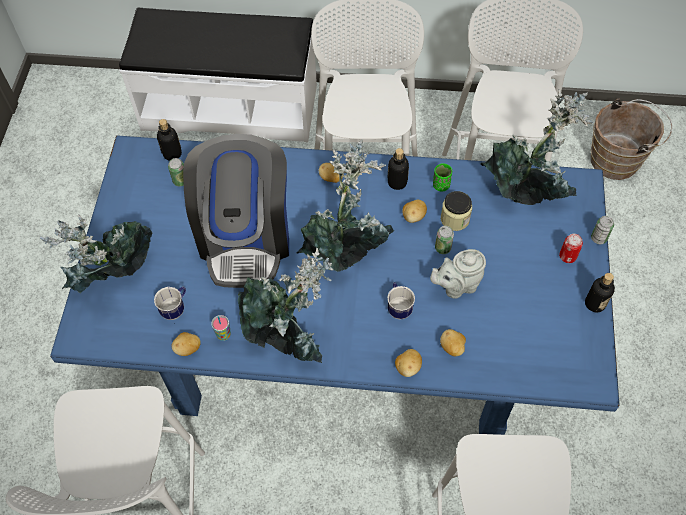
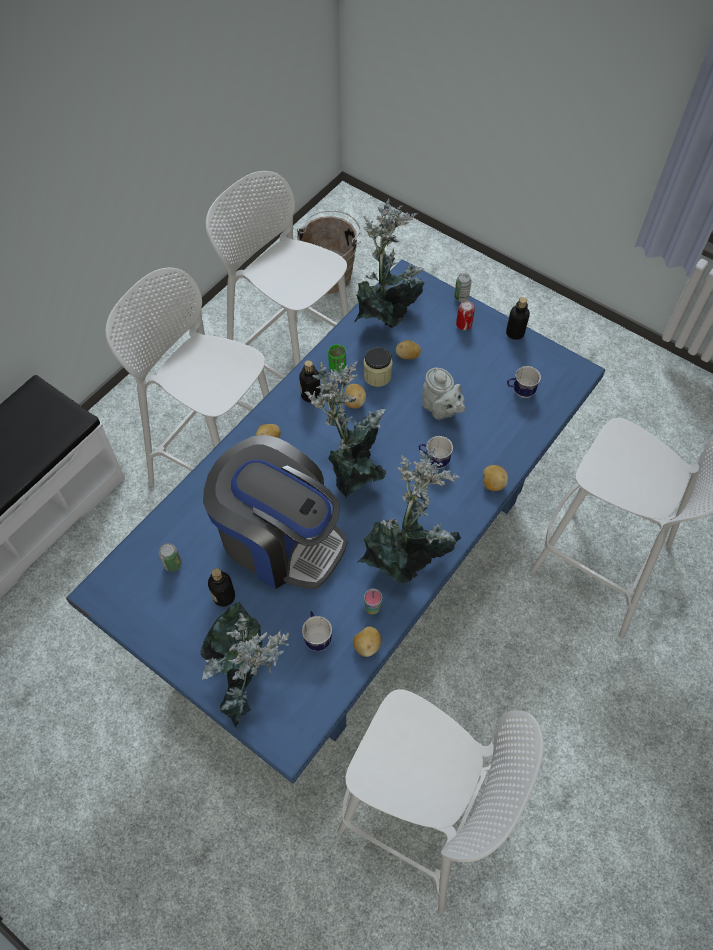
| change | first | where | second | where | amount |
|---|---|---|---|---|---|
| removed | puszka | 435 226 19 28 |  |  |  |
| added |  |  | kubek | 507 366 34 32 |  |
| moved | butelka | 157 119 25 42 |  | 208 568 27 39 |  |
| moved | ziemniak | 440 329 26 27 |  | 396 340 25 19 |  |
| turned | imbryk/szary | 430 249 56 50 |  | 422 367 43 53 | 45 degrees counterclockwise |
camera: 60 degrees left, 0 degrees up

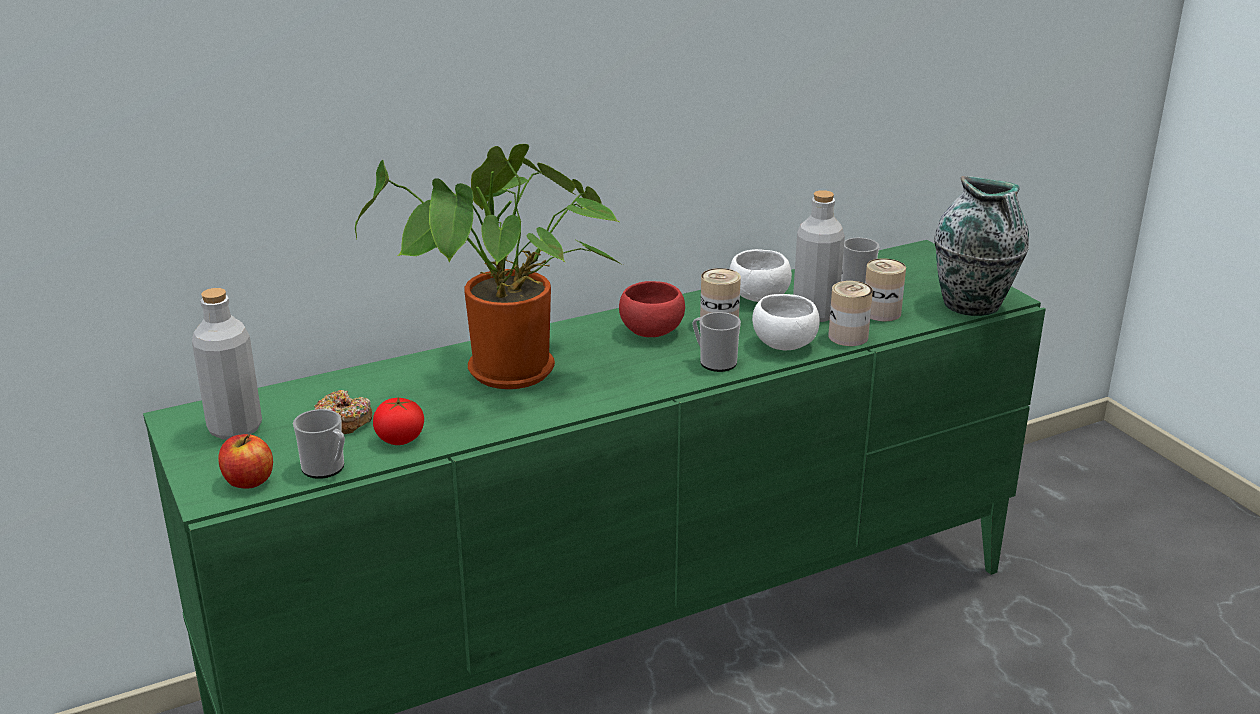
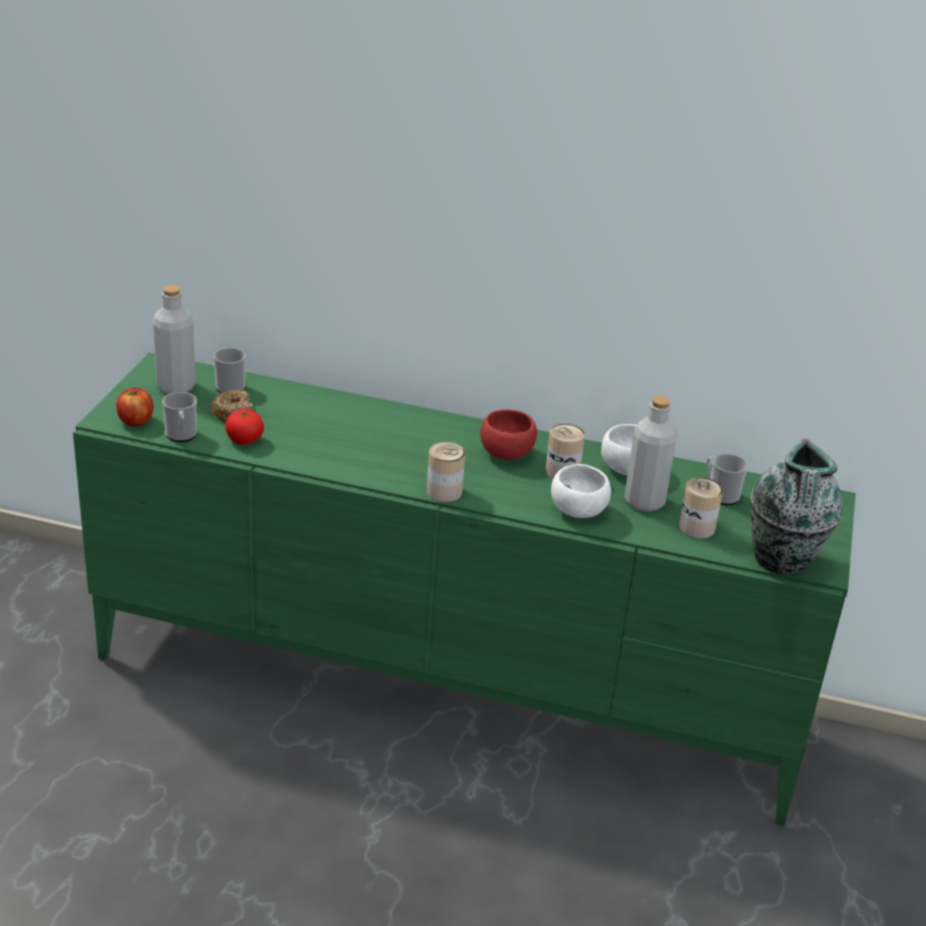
| change | first | where | second | where | amount |
|---|---|---|---|---|---|
| removed | roślina doniczkowa | 355 144 270 245 |  |  |  |
| moved | kubek | 692 312 49 60 |  | 213 348 33 45 |  |
| moved | puszka | 828 281 45 65 |  | 427 442 38 60 |  |
camera: 40 degrees right, 5 degrees up

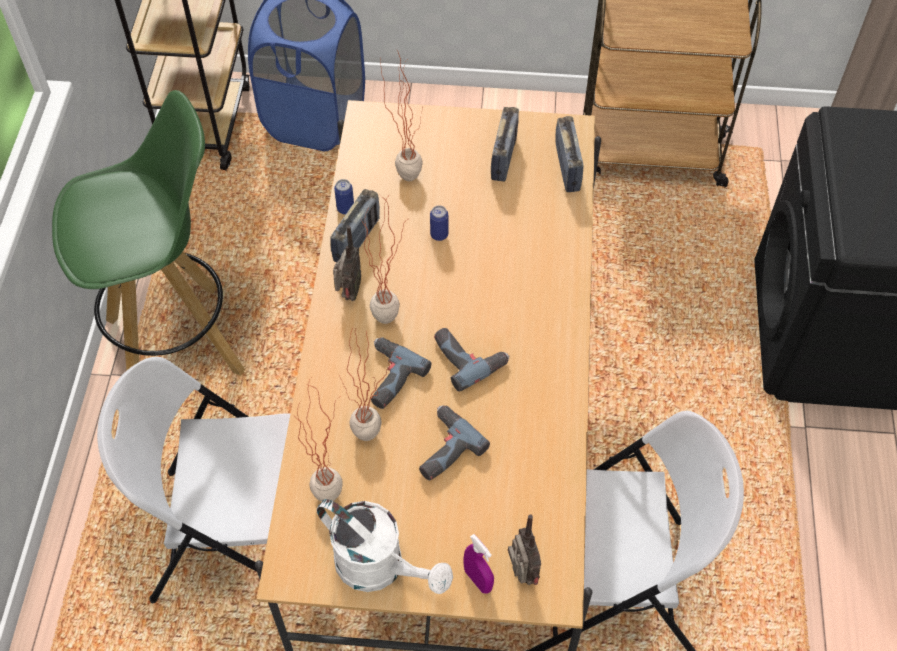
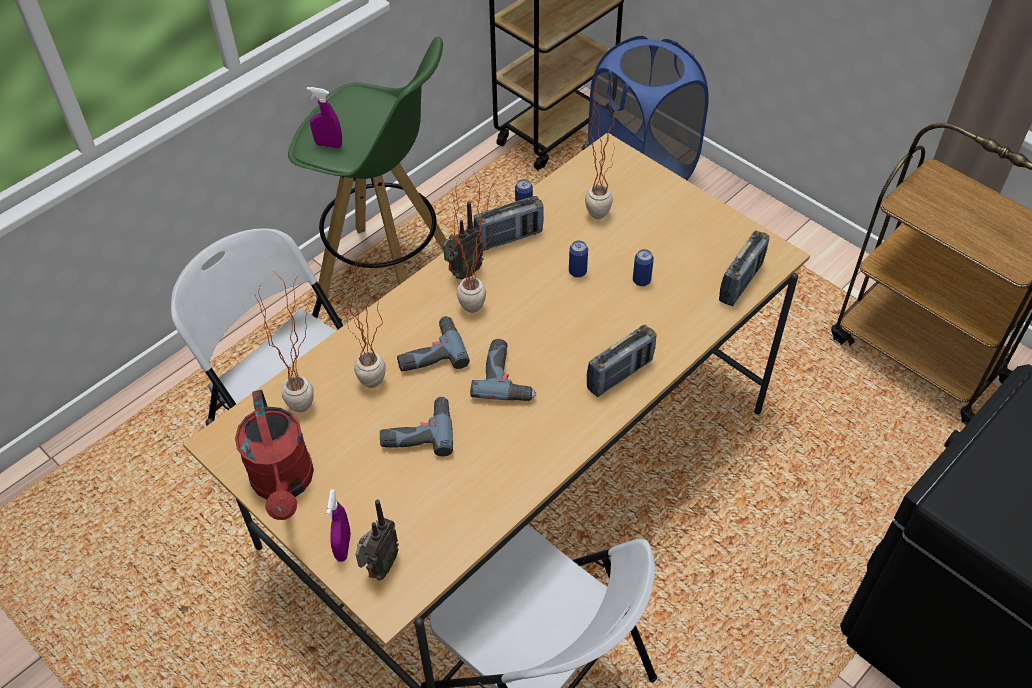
| change | first | where | second | where | amount |
|---|---|---|---|---|---|
| added |  |  | spryskiwacz/fioletowy | 307 87 35 61 |  |
| added |  |  | puszka | 633 249 21 37 |  |
| moved | radio | 491 107 28 74 |  | 586 325 70 72 |  |
| recoloured | konewka/biały | 317 499 136 95 | konewka/czerwony | 235 390 79 130 |  |
camera: 40 degrees right, 5 degrees down

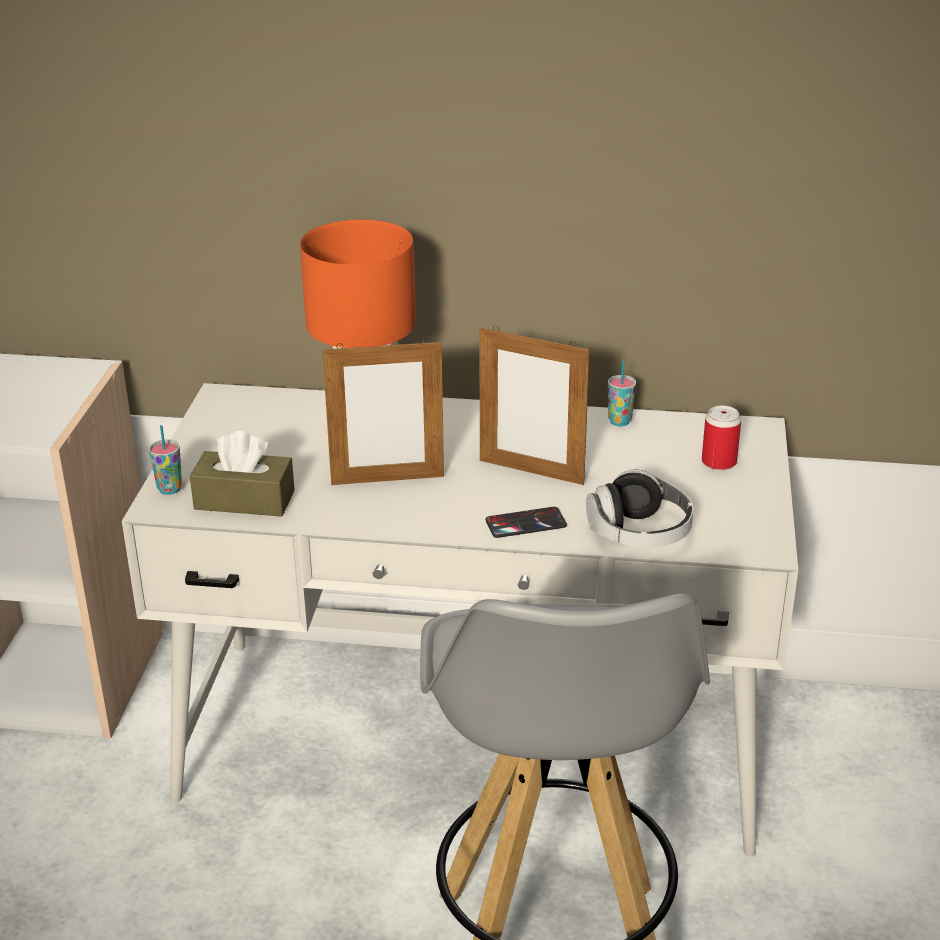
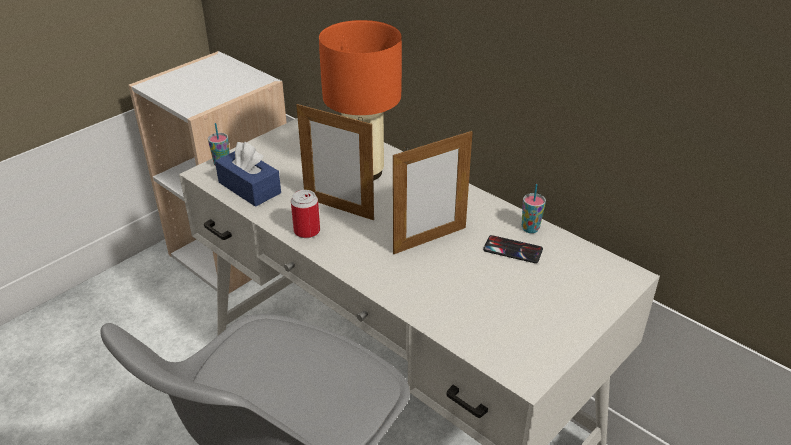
| change | first | where | second | where | amount |
|---|---|---|---|---|---|
| removed | słuchawki | 586 469 107 79 |  |  |  |
| moved | telefon | 485 507 82 31 |  | 483 235 60 28 |  |
| moved | puszka | 702 406 39 64 |  | 291 190 29 48 |  |
| recoloured | pudełko chusteczek/brązowy | 190 431 105 86 | pudełko chusteczek/niebieski | 215 141 66 66 |  |
| turned | ramka na zdjęcie | 479 325 111 160 |  | 393 130 80 124 | 90 degrees counterclockwise |
camera: 35 degrees right, 5 degrees up

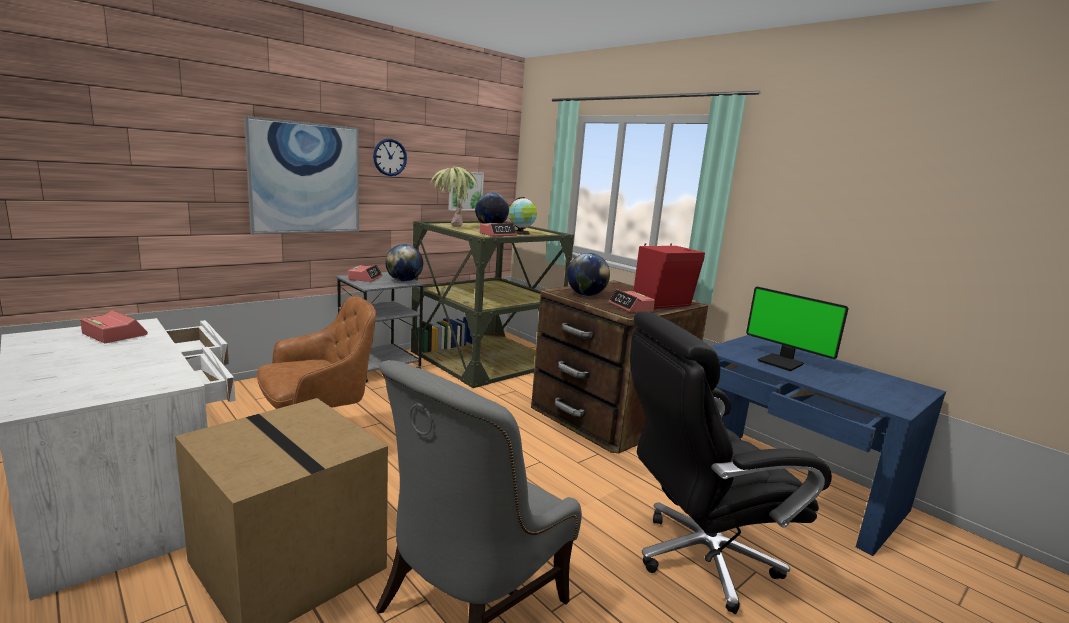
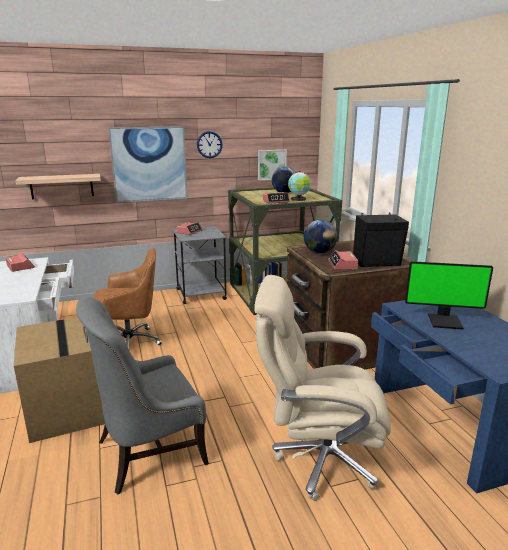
| change | first | where | second | where | amount |
|---|---|---|---|---|---|
| removed | globus | 385 244 38 38 |  |  |  |
| removed | roślina doniczkowa | 430 167 47 60 |  |  |  |
| added |  |  | półka | 16 174 85 25 |  |
| recoloured | krzesło biurowe/czarny | 630 311 202 303 | krzesło biurowe/beżowy | 254 275 137 226 |  |
| recoloured | głośnik/czerwony | 634 243 71 66 | głośnik/czarny | 353 213 56 54 |  |
| turned | monitor | 746 287 103 84 |  | 405 261 88 69 | 60 degrees counterclockwise |
camera: 25 degrees right, 5 degrees up

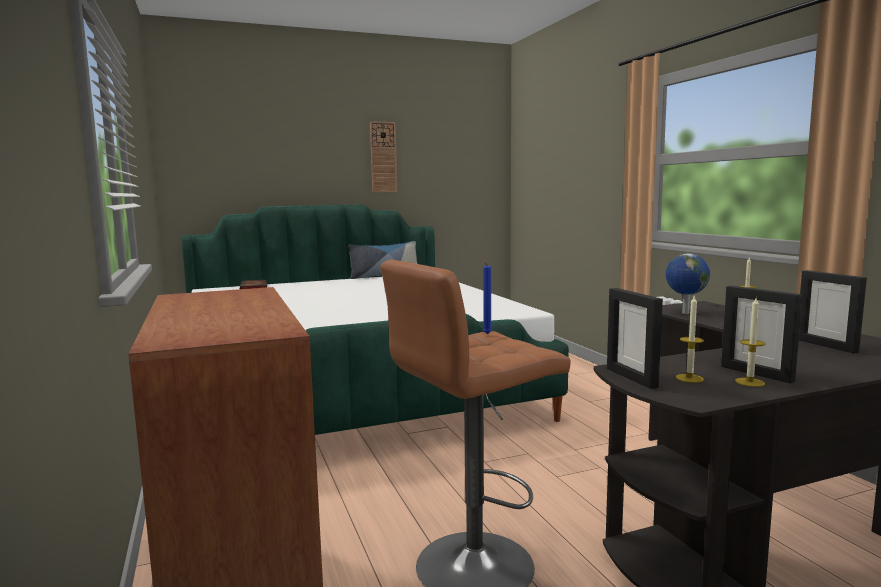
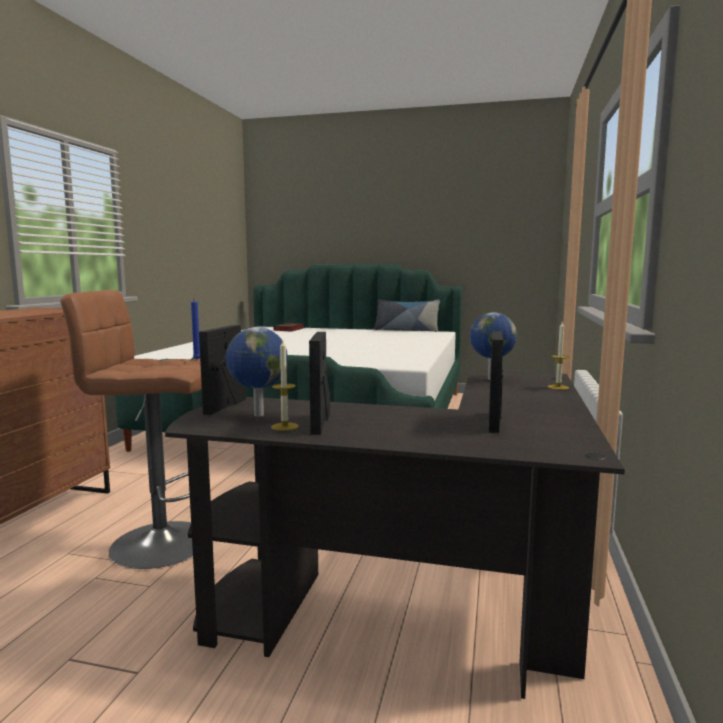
| change | first | where | second | where | amount |
|---|---|---|---|---|---|
| removed | zegar ścienny | 370 121 27 71 |  |  |  |
| replaced | świeca | 676 296 28 87 | globus | 226 327 62 89 |  |
camera: 35 degrees right, 0 degrees up

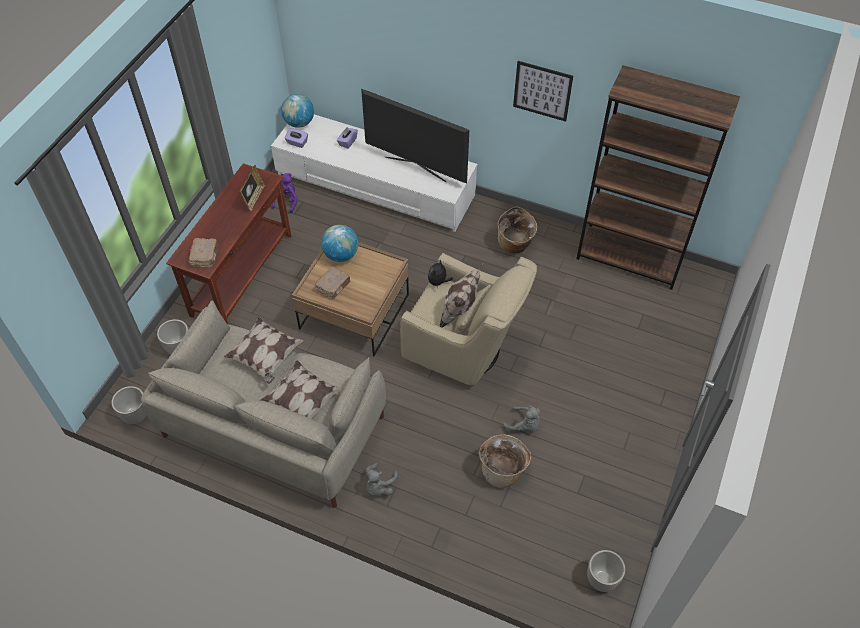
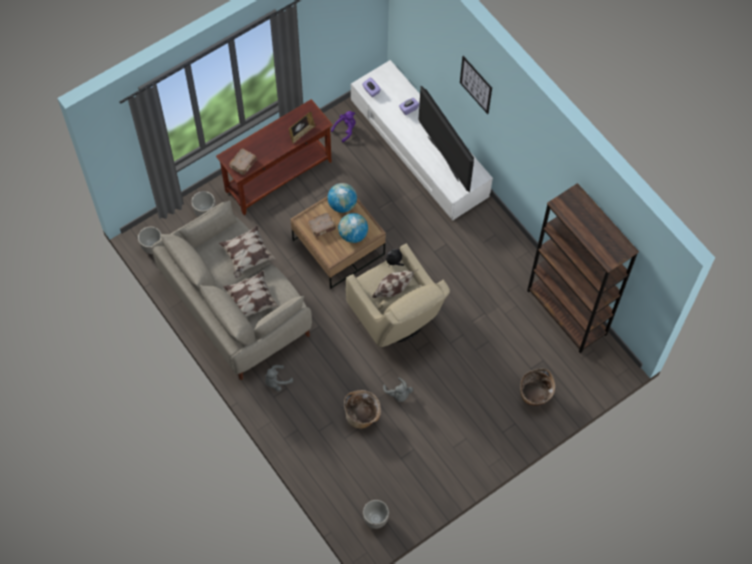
| change | first | where | second | where | amount |
|---|---|---|---|---|---|
| moved | globus | 281 94 33 34 |  | 338 213 30 30 |  |
| moved | koszyk | 498 206 39 47 |  | 520 369 35 37 |  |
| moved | obraz | 513 61 60 61 |  | 460 56 32 58 |  |
camera: 30 degrees right, 10 degrees up

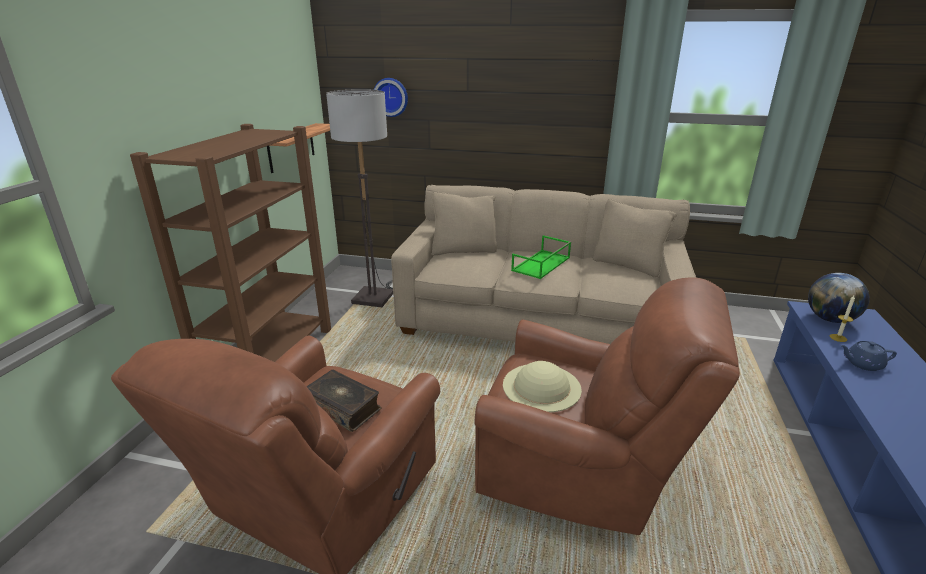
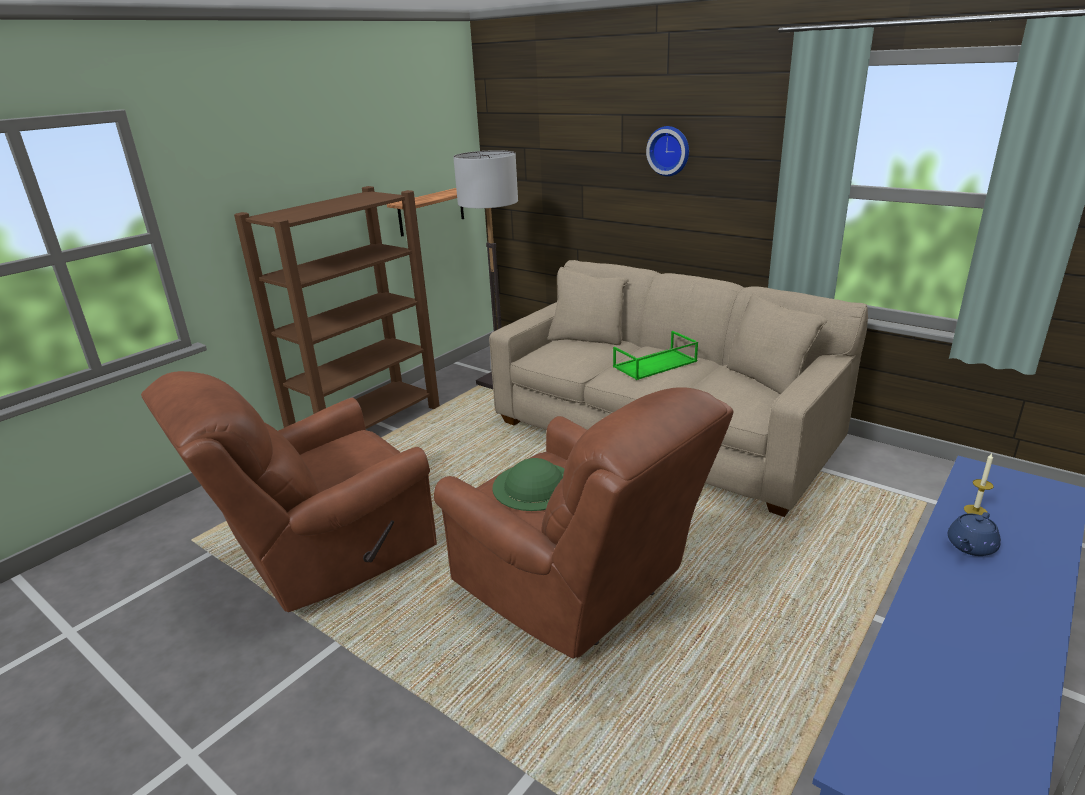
| change | first | where | second | where | amount |
|---|---|---|---|---|---|
| removed | książka | 306 370 75 62 |  |  |  |
| removed | globus | 808 273 62 50 |  |  |  |
| moved | zegar ścienny | 374 78 34 39 |  | 646 126 43 50 |  |
| recoloured | kapelusz/beżowy | 503 361 79 51 | kapelusz/zielony | 492 458 73 53 |  |
| turned | imbryk/niebieski | 840 341 57 30 |  | 948 512 53 44 | 75 degrees counterclockwise |
camera: 25 degrees right, 0 degrees up

